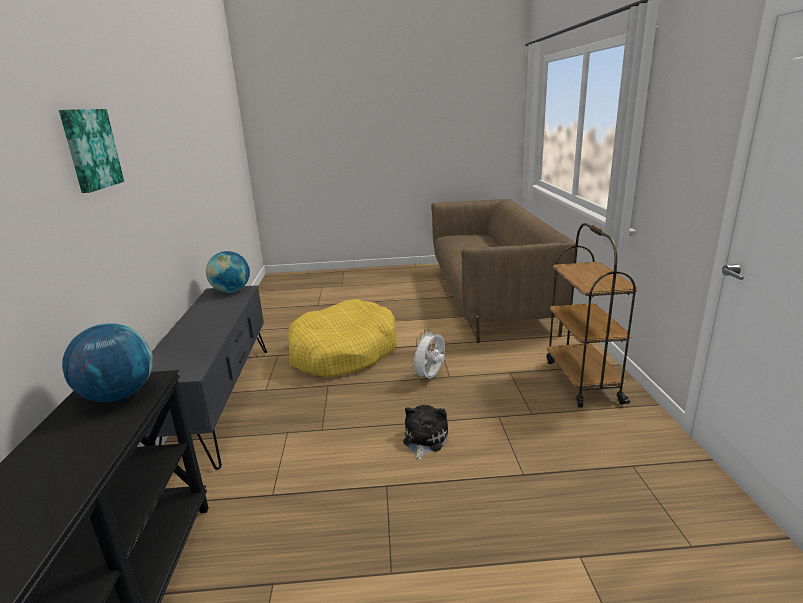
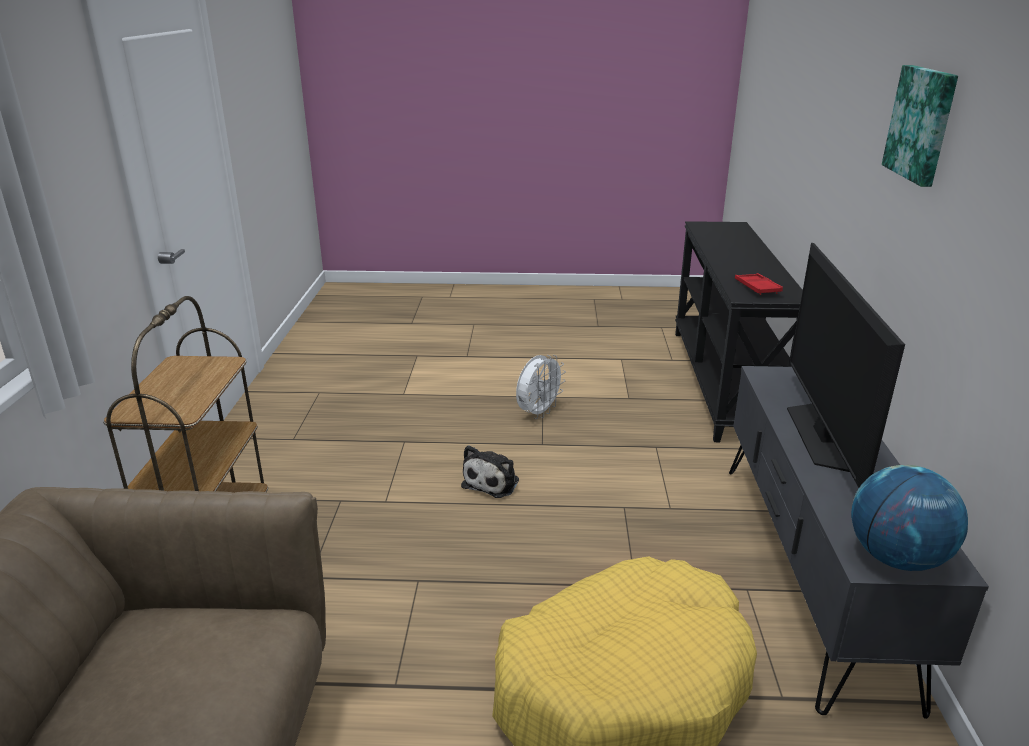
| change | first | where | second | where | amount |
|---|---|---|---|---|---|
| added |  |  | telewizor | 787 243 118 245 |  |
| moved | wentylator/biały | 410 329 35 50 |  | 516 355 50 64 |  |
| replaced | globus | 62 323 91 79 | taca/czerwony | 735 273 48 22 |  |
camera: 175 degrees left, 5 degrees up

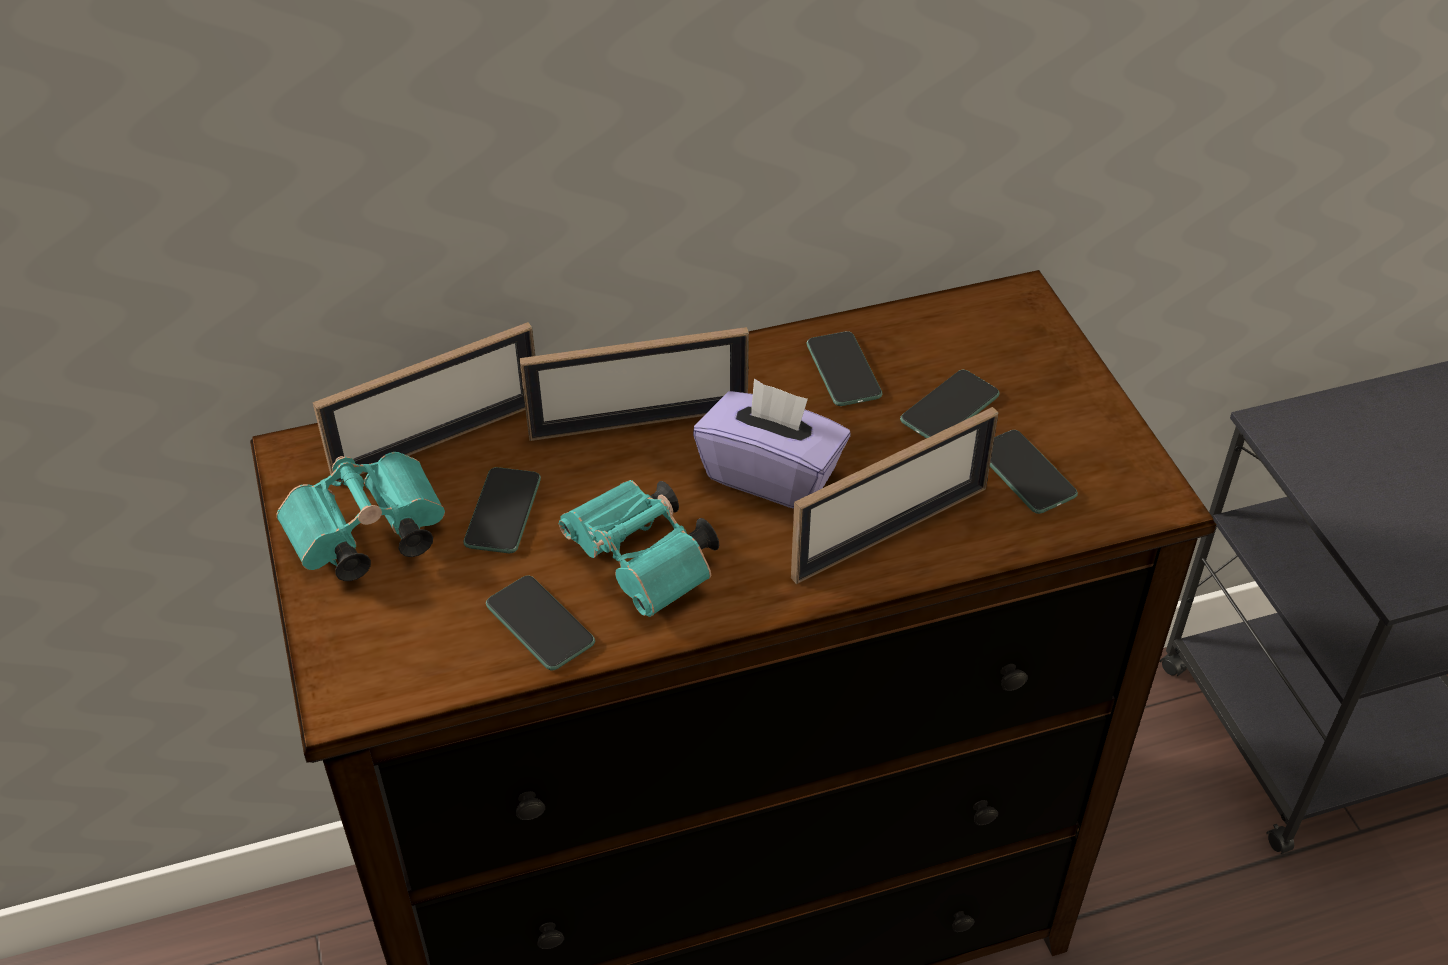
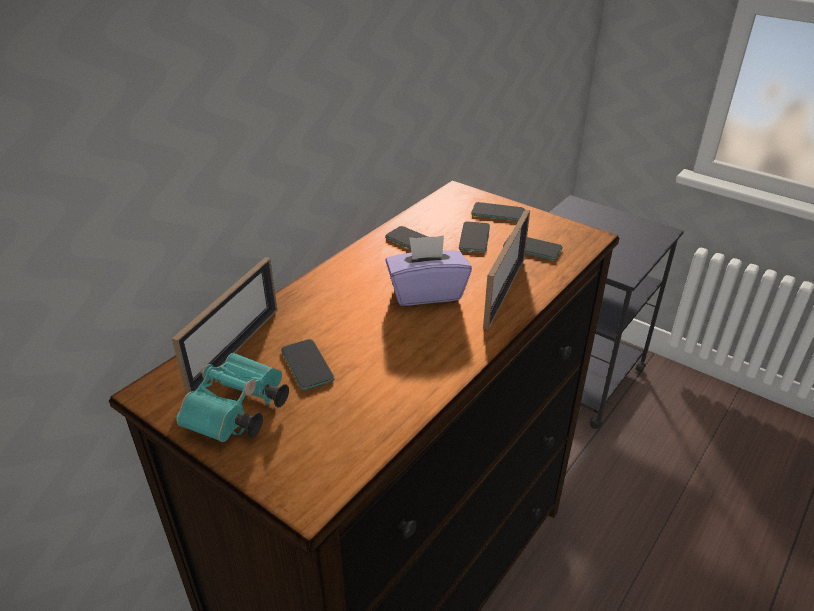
| change | first | where | second | where | amount |
|---|---|---|---|---|---|
| removed | ramka na zdjęcie | 519 327 230 114 |  |  |  |
| removed | lornetka/turkusowy | 559 480 160 137 |  |  |  |
| moved | telefon | 486 575 109 95 |  | 471 202 54 19 |  |
camera: 35 degrees left, 10 degrees down

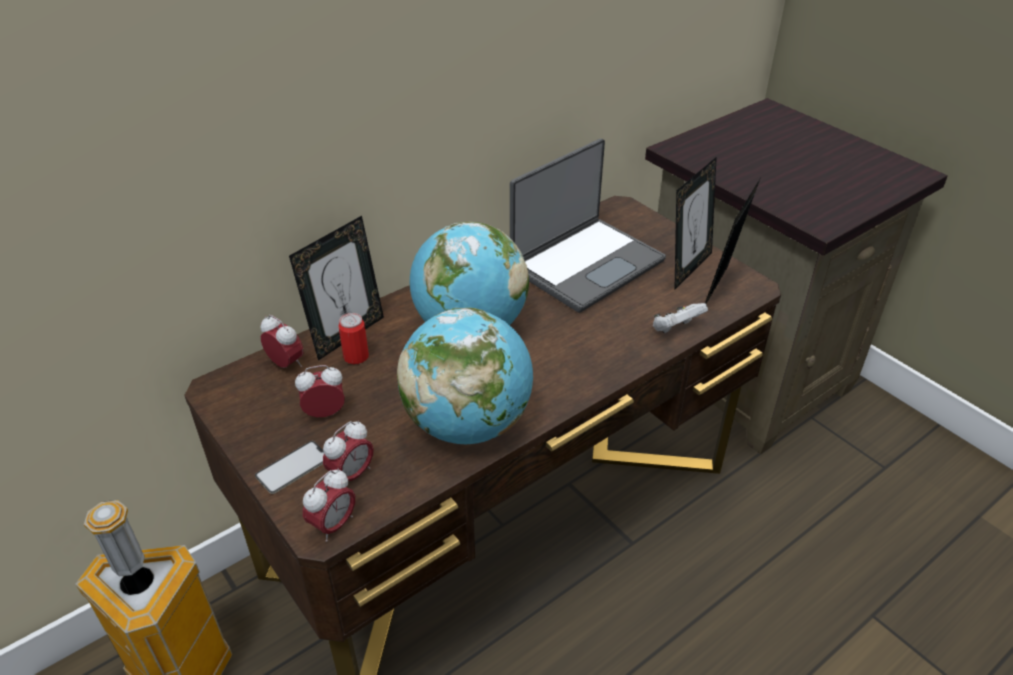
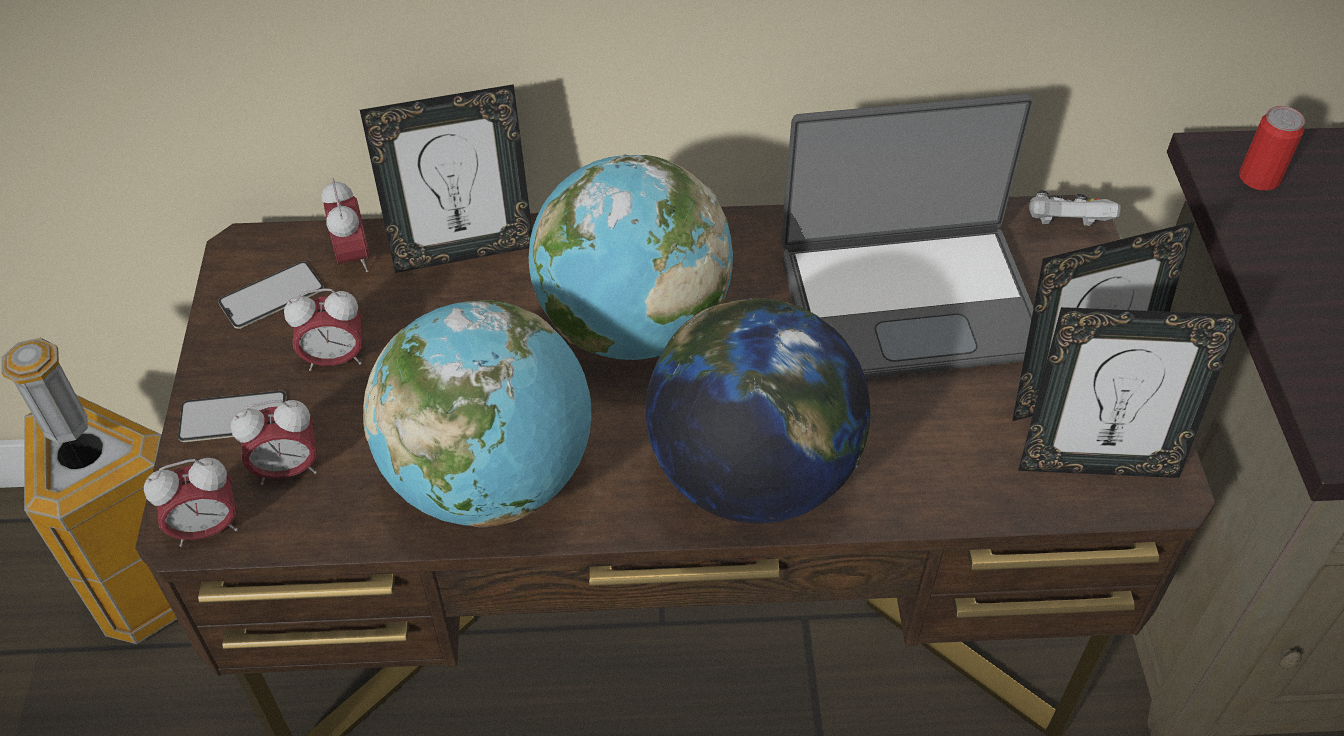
| change | first | where | second | where | amount |
|---|---|---|---|---|---|
| added |  |  | telefon | 218 261 106 68 |  |
| added |  |  | globus | 645 298 225 226 |  |
| moved | puszka | 339 313 30 51 |  | 1239 106 66 85 |  |
| moved | pad do gier/biały | 653 303 55 30 |  | 1029 190 92 36 |  |
| turned | budzik | 295 365 50 52 |  | 284 288 78 83 | 150 degrees clockwise |
| turned | ramka na zdjęcie | 705 179 55 125 |  | 1018 307 224 171 | 150 degrees counterclockwise |
camera: 35 degrees right, 10 degrees up

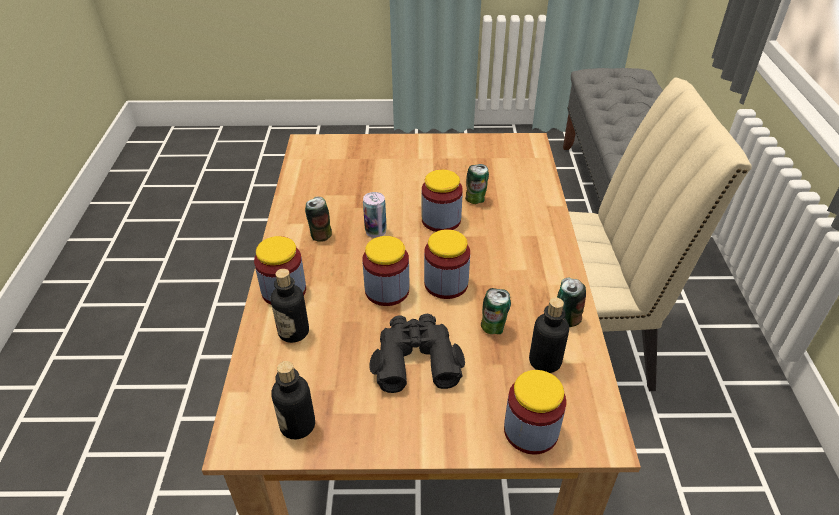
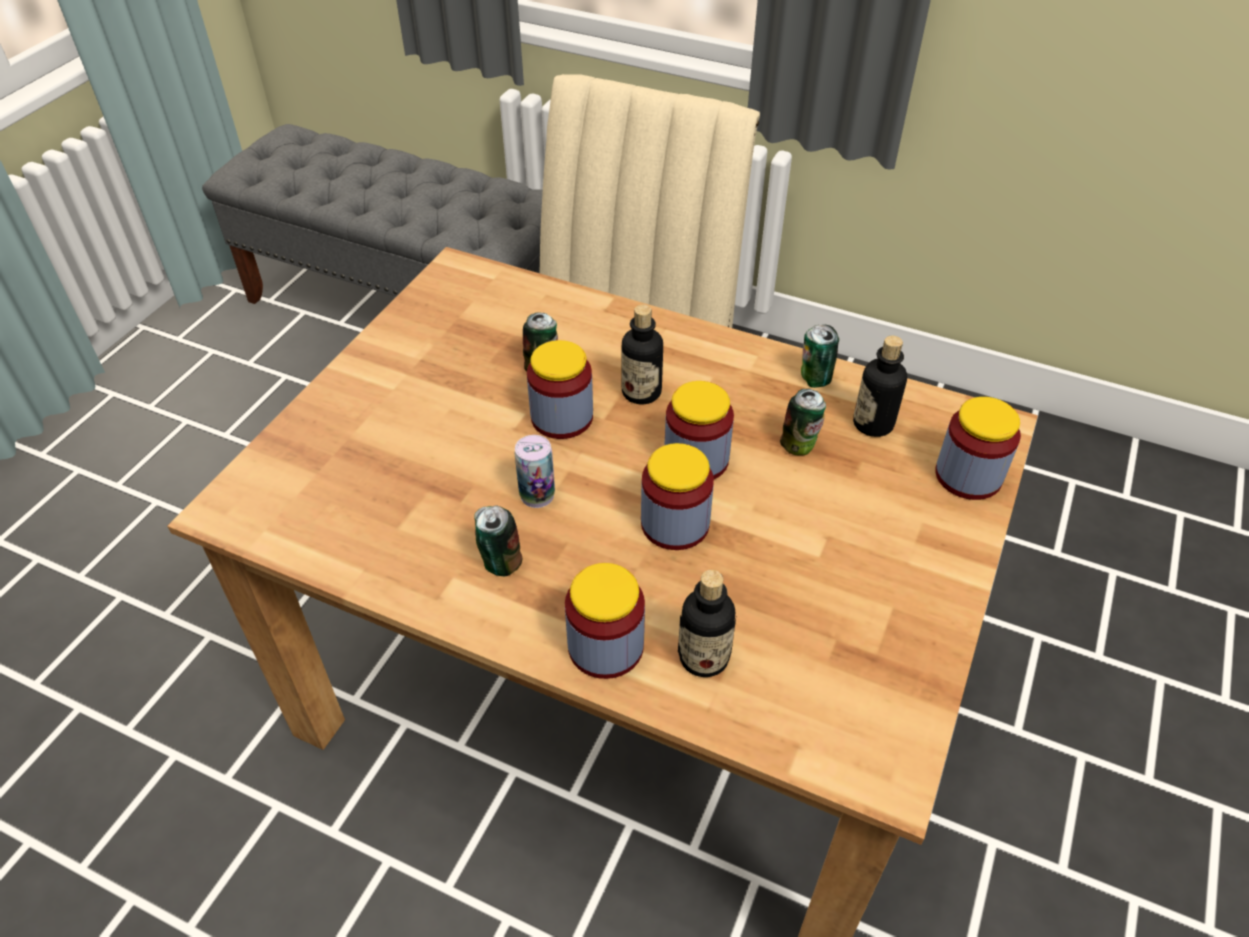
| change | first | where | second | where | amount |
|---|---|---|---|---|---|
| removed | lornetka/czarny | 369 314 96 79 |  |  |  |
| moved | butelka | 271 361 44 79 |  | 622 305 41 99 |  |
camera: 65 degrees left, 5 degrees up

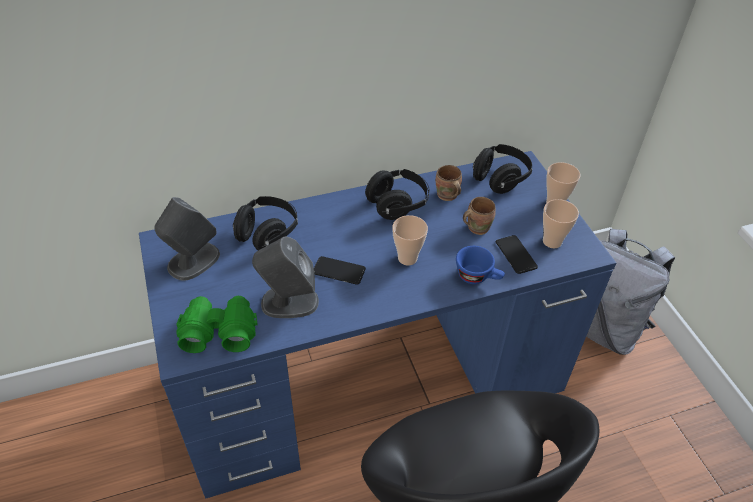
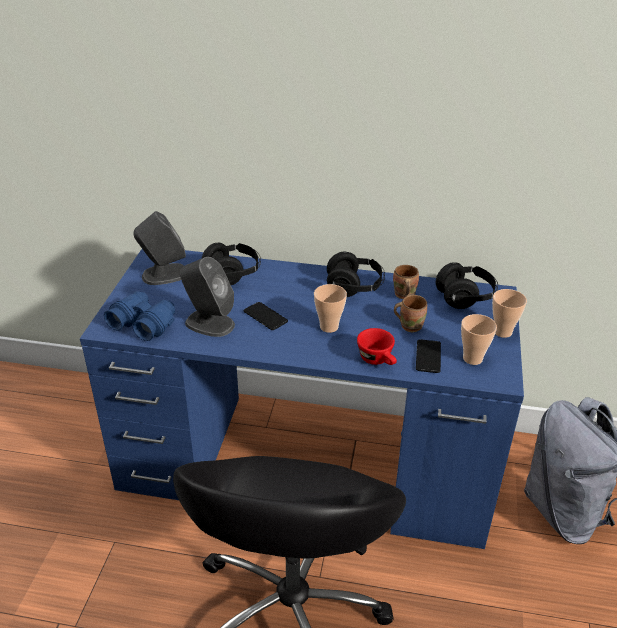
| change | first | where | second | where | amount |
|---|---|---|---|---|---|
| recoloured | lornetka/zielony | 176 296 82 57 | lornetka/niebieski | 104 291 71 50 |  |
| recoloured | filiżanka/niebieski | 456 246 49 38 | filiżanka/czerwony | 357 328 40 37 |  |
camera: 30 degrees right, 10 degrees down

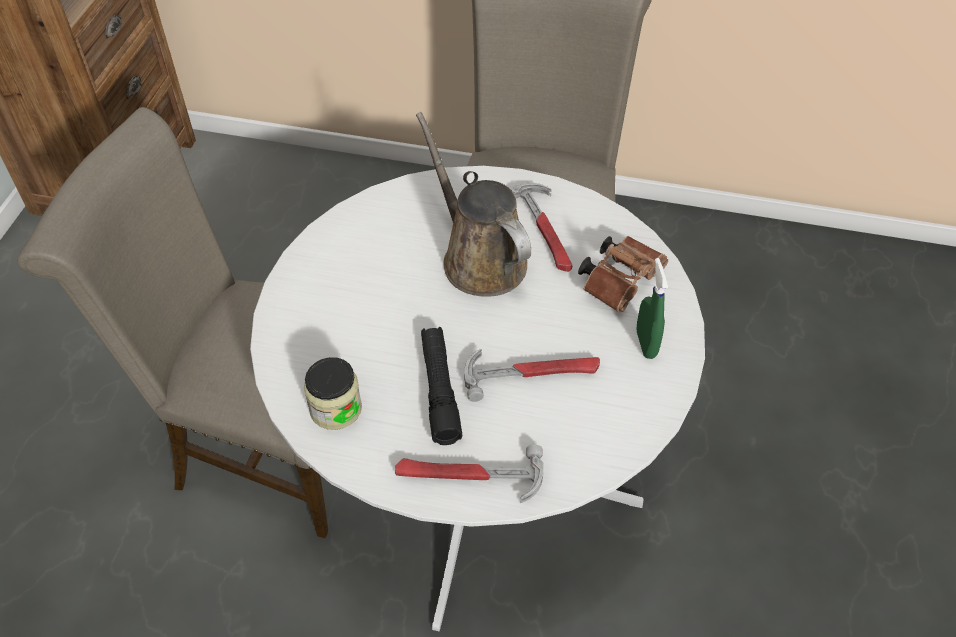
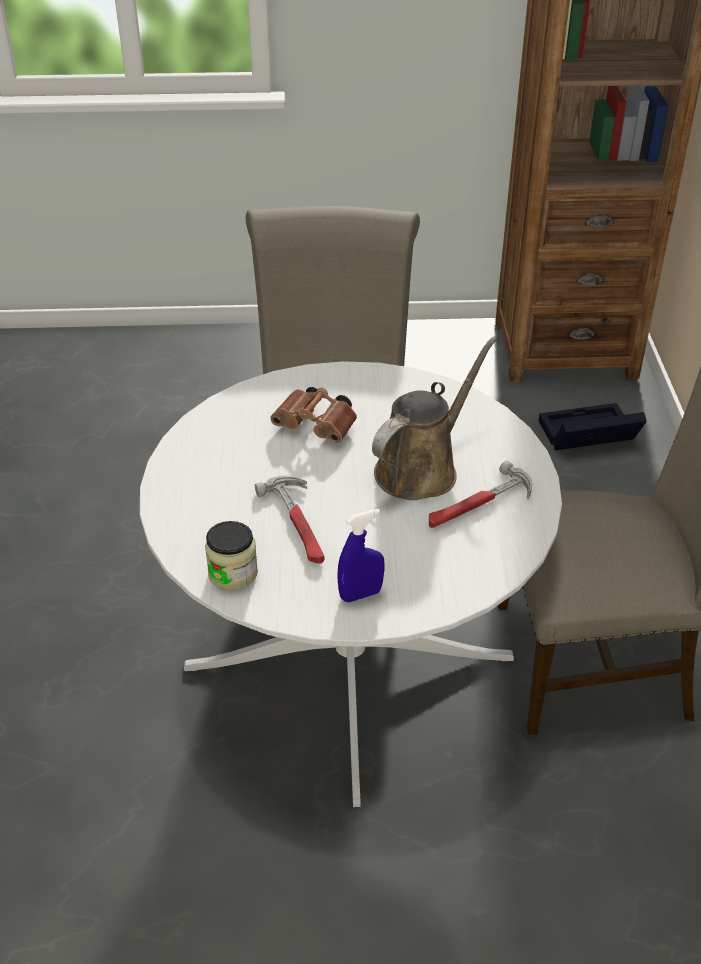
| change | first | where | second | where | amount |
|---|---|---|---|---|---|
| removed | młotek | 395 445 149 58 |  |  |  |
| removed | latarka/czarny | 421 326 41 119 |  |  |  |
| added |  |  | pojemnik do przechowywania/czarny | 539 403 108 47 |  |
| moved | słoik | 304 357 58 73 |  | 205 521 53 70 |  |
| moved | lornetka/brązowy | 578 236 90 76 |  | 270 387 87 56 |  |
| recoloured | spryskiwacz/zielony | 636 258 32 101 | spryskiwacz/niebieski | 337 509 47 93 |  |
camera: 75 degrees right, 10 degrees down

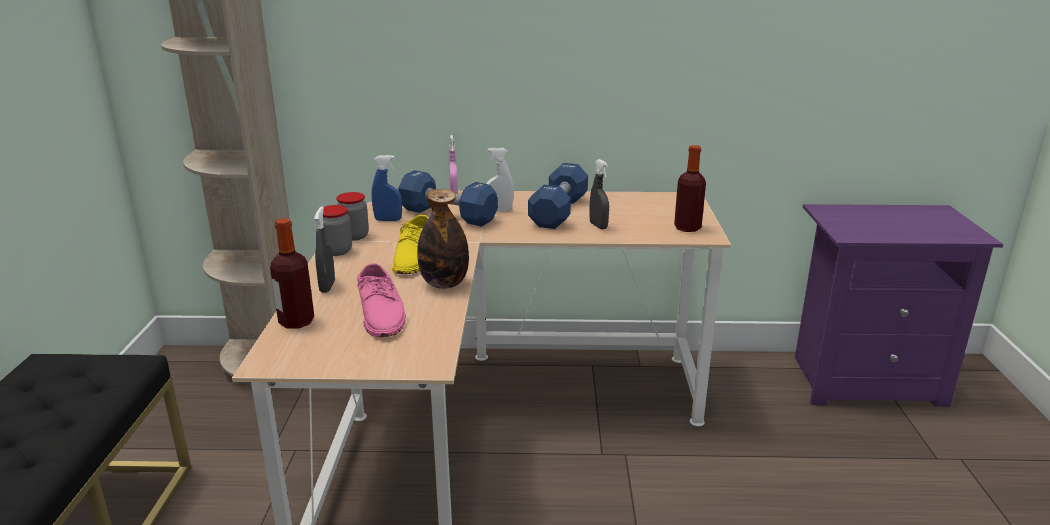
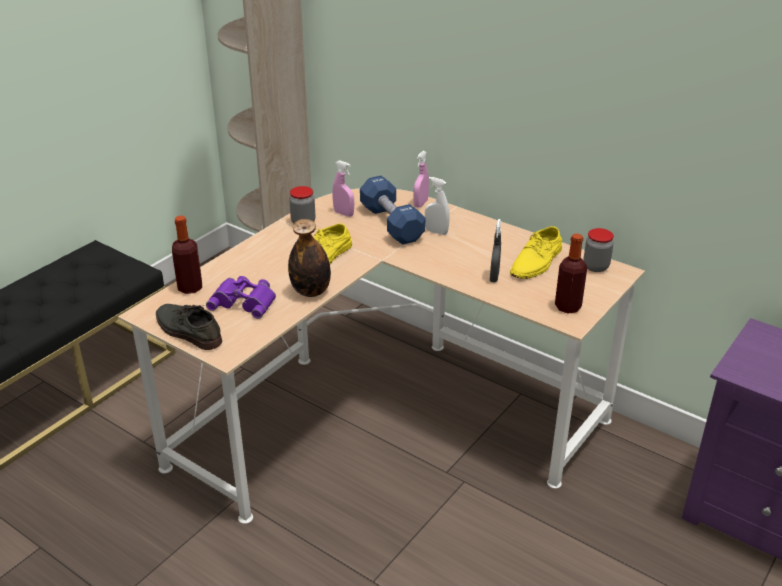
| change | first | where | second | where | amount |
|---|---|---|---|---|---|
| removed | spryskiwacz/szary | 314 206 21 87 |  |  |  |
| removed | hantel/niebieski | 528 163 60 66 |  |  |  |
| added |  |  | but/szary | 156 304 66 46 |  |
| added |  |  | but/żółty | 510 226 52 53 |  |
| moved | słoik | 323 205 29 51 |  | 583 228 31 44 |  |
| replaced | but/różowy | 357 263 49 74 | lornetka/fioletowy | 206 276 70 43 |  |
| recoloured | spryskiwacz/niebieski | 372 155 30 66 | spryskiwacz/różowy | 332 160 22 57 |  |
camera: 35 degrees right, 10 degrees up

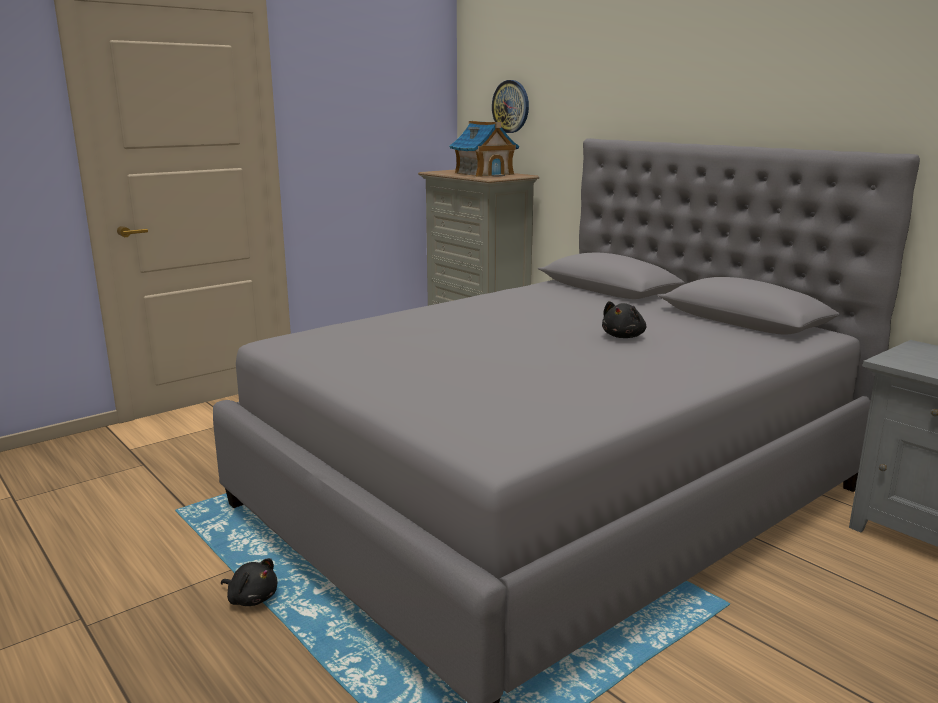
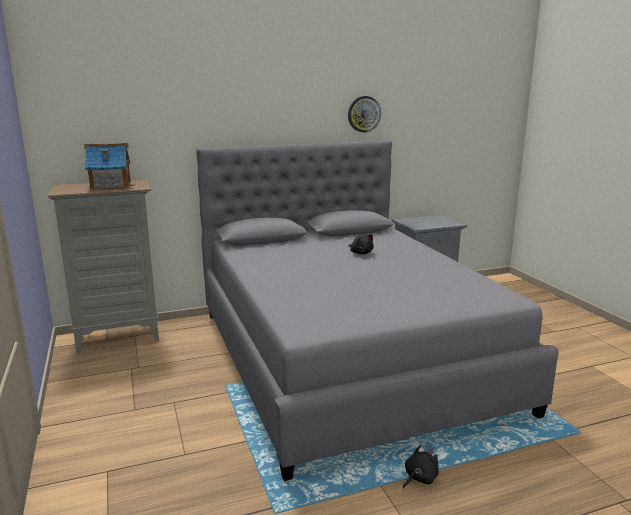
| change | first | where | second | where | amount |
|---|---|---|---|---|---|
| moved | zegar ścienny | 492 80 37 53 |  | 348 96 33 36 |  |
camera: 70 degrees left, 0 degrees up

